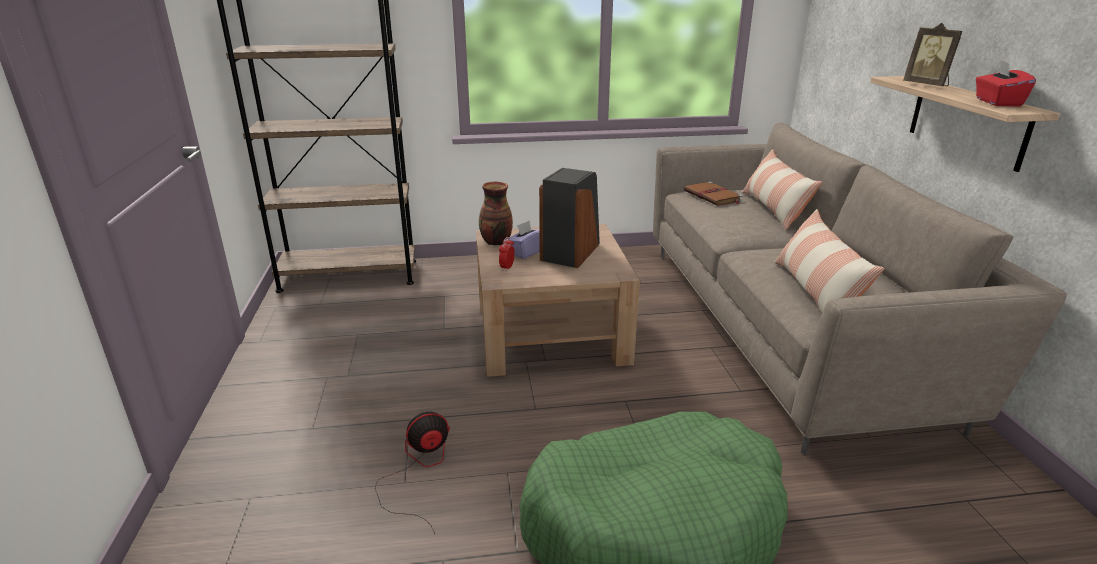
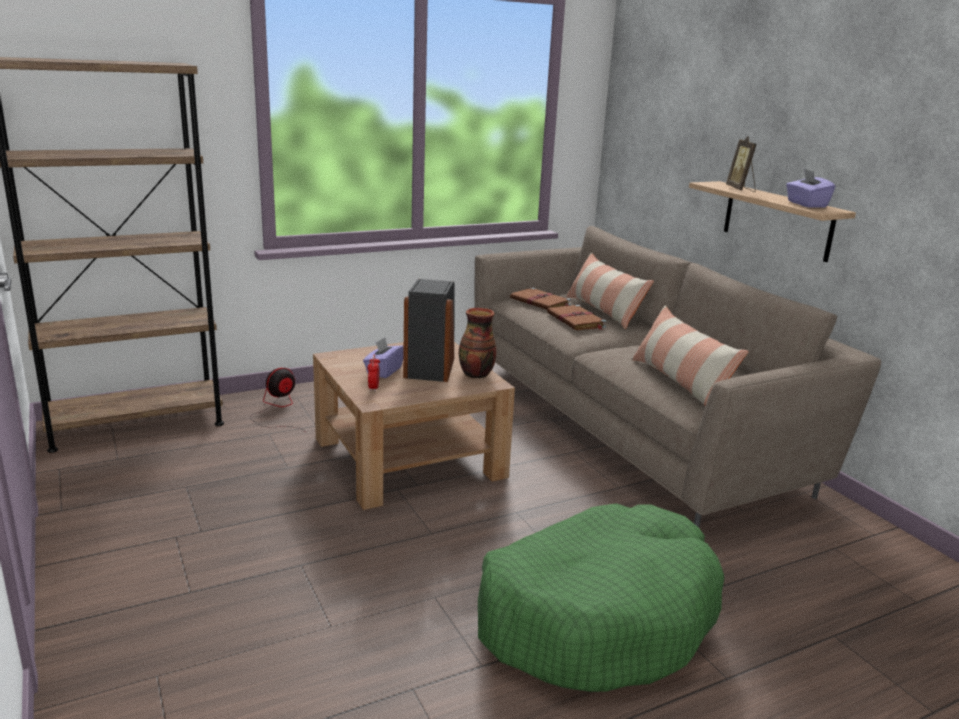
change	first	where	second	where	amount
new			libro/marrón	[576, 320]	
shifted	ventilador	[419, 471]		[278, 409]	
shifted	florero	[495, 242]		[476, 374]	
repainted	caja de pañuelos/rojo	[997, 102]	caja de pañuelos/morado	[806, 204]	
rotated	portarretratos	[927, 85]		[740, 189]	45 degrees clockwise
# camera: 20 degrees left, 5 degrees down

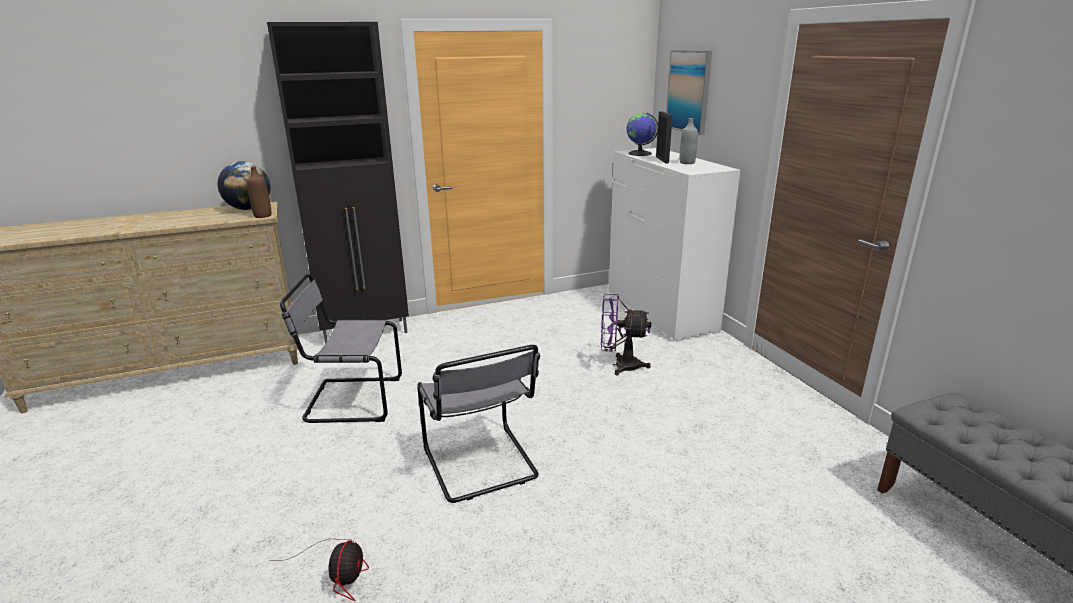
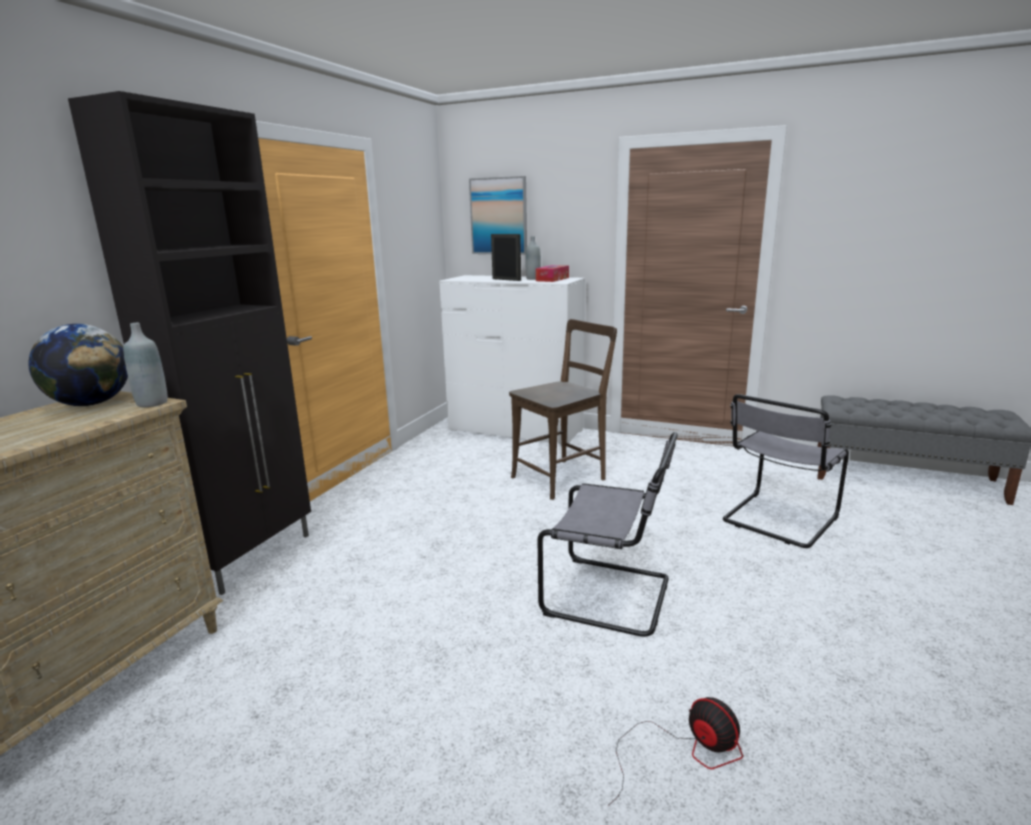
change	first	where	second	where	amount
gone	globo terráqueo	[640, 154]			
new			caja de pañuelos	[552, 279]	
shifted	silla/gris	[350, 400]		[777, 520]	
swapped	ventilador/morado	[620, 365]	silla/marrón	[562, 477]	
repainted	botella/marrón	[262, 216]	botella/gris	[152, 403]	
# camera: 45 degrees left, 5 degrees down

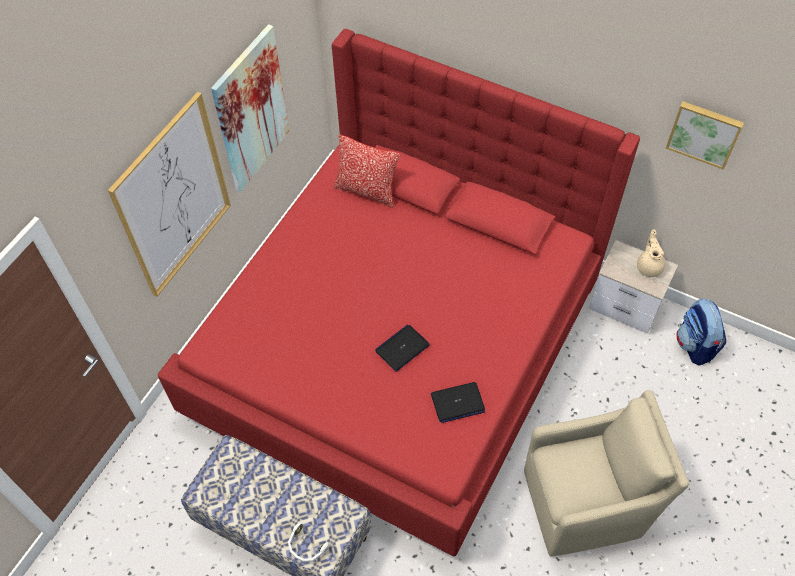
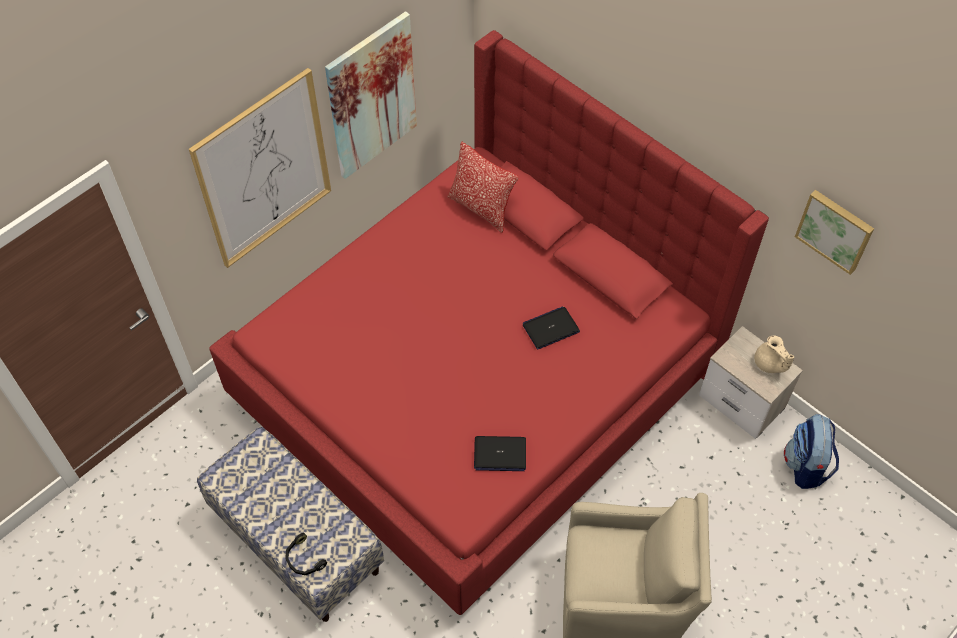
change	first	where	second	where	amount
shifted	portátil	[402, 348]		[551, 328]	
repainted	auriculares/blanco	[306, 547]	auriculares/negro	[303, 559]	
rotated	tetera/beis	[649, 266]		[769, 364]	135 degrees clockwise
# camera: 15 degrees right, 0 degrees up

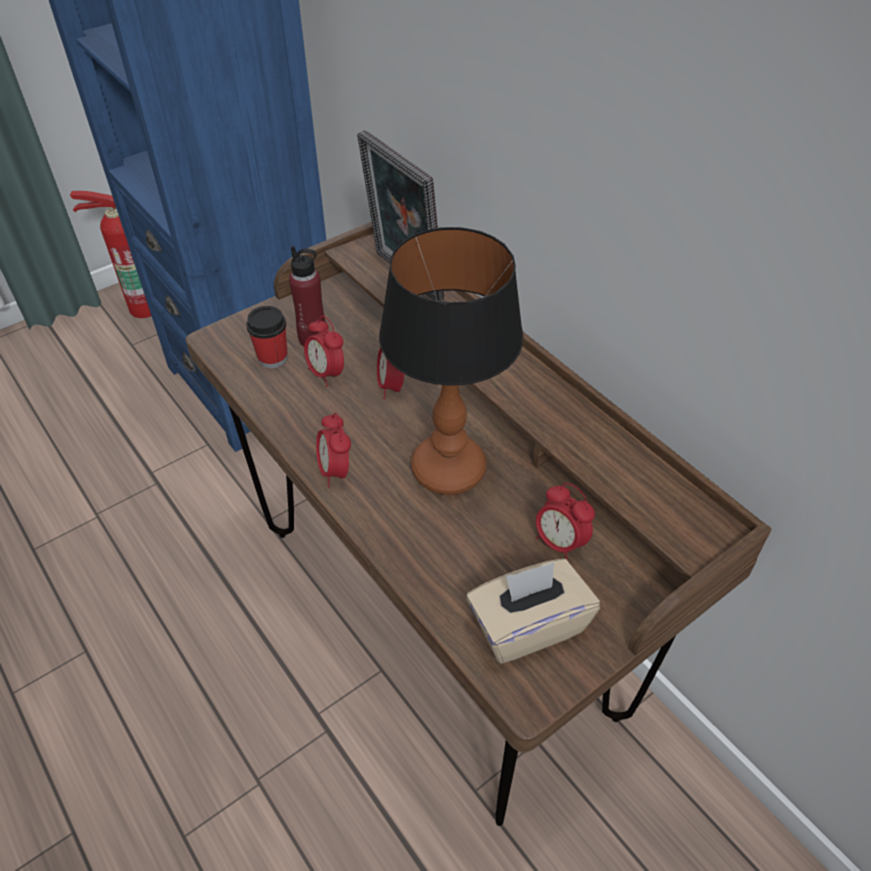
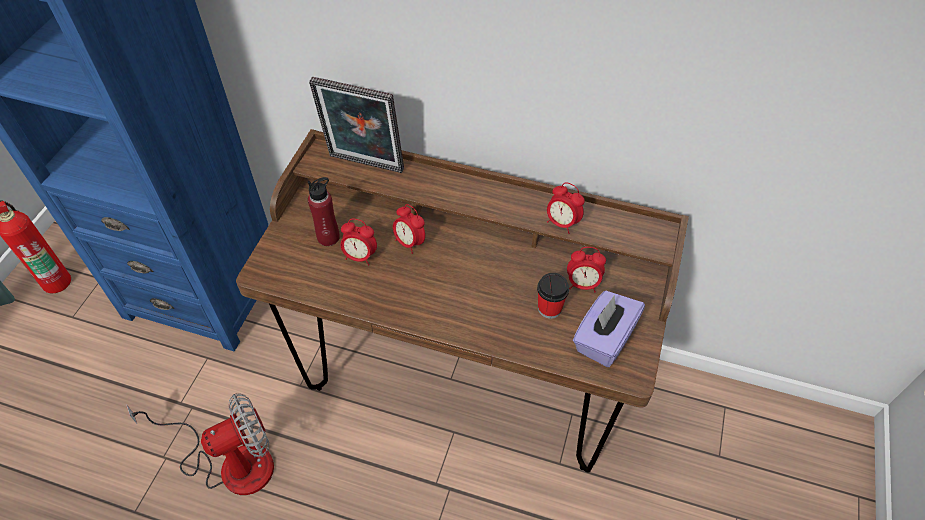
change	first	where	second	where	amount
gone	lámpara de mesa	[449, 468]			
new			ventilador	[230, 462]	
shifted	taza	[273, 358]		[549, 308]	
shifted	despertador	[335, 471]		[562, 223]	
repainted	caja de pañuelos/beis	[527, 625]	caja de pañuelos/morado	[604, 339]	
# camera: 35 degrees left, 5 degrees up

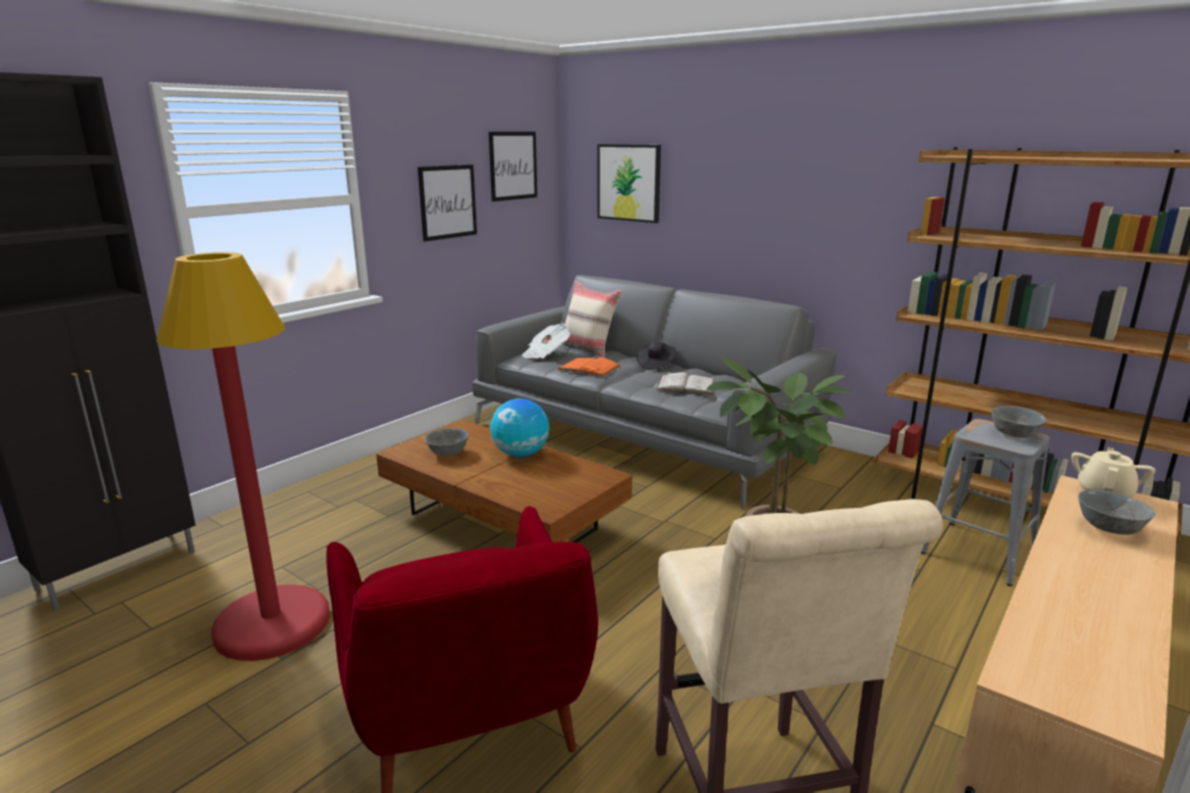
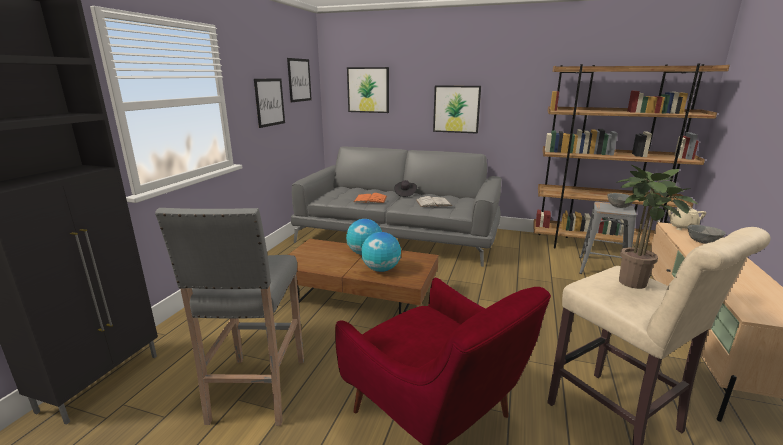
change	first	where	second	where	amount
gone	cuenco/gris	[447, 453]			
gone	periódico	[545, 354]			
gone	cojín/beis	[589, 348]			
new			globo terráqueo	[381, 269]	
new			cuadro	[456, 109]	
swapped	lámpara de pie/rojo	[272, 624]	taburete/gris	[257, 391]	
# camera: 20 degrees left, 0 degrees up

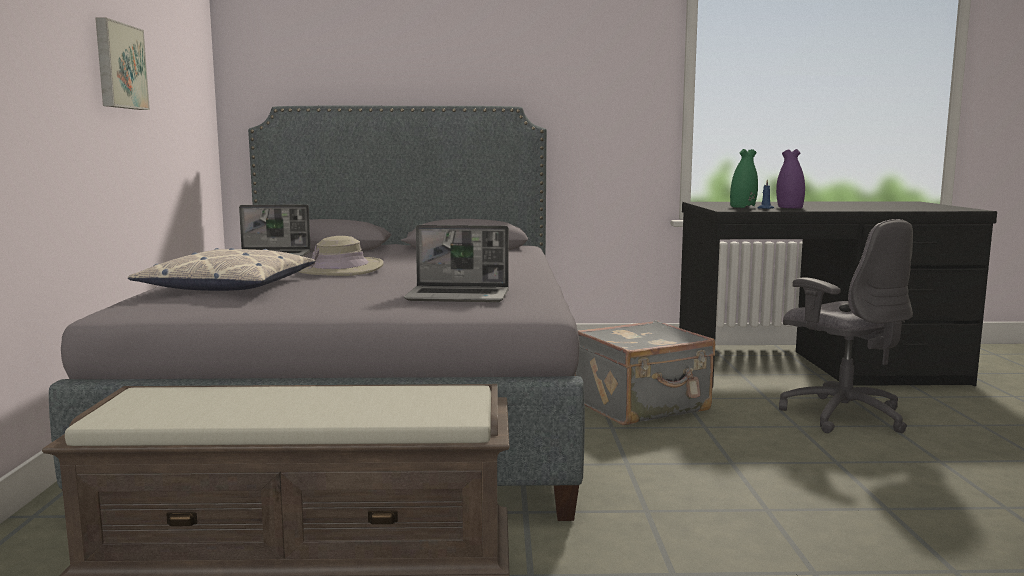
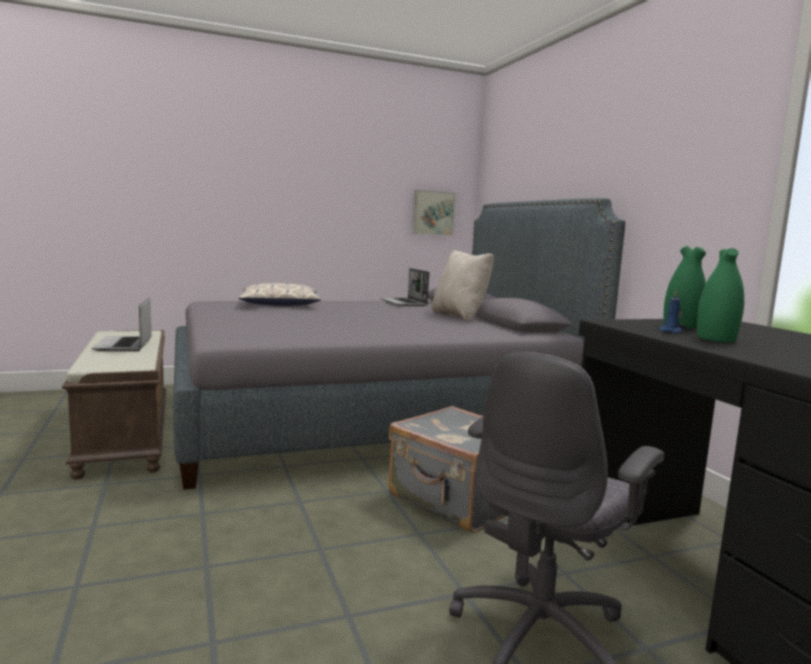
change	first	where	second	where	amount
gone	sombrero/beis	[340, 270]			
new			cojín/beis	[459, 316]	
shifted	cuadro	[119, 66]		[432, 213]	
shifted	portátil	[459, 296]		[124, 345]	
repainted	florero/morado	[789, 207]	florero/verde	[716, 339]	
# camera: 70 degrees right, 0 degrees up

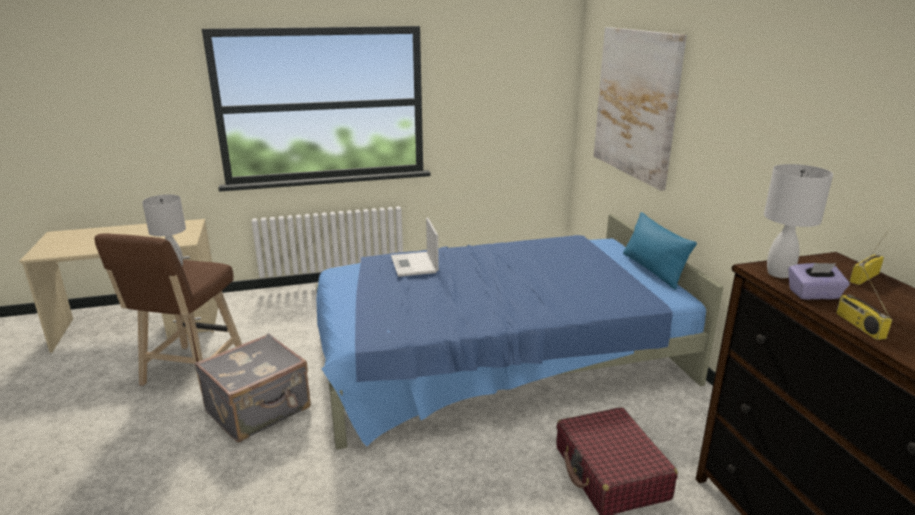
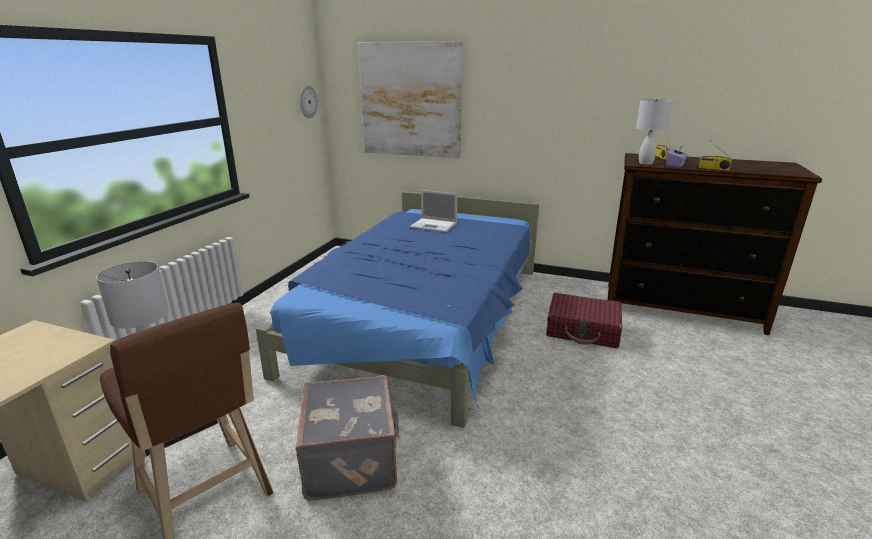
change	first	where	second	where	amount
gone	cojín/azul	[652, 270]			
new			reloj de pared	[307, 102]	
shifted	portátil	[414, 265]		[434, 225]	
# camera: 55 degrees left, 0 degrees up

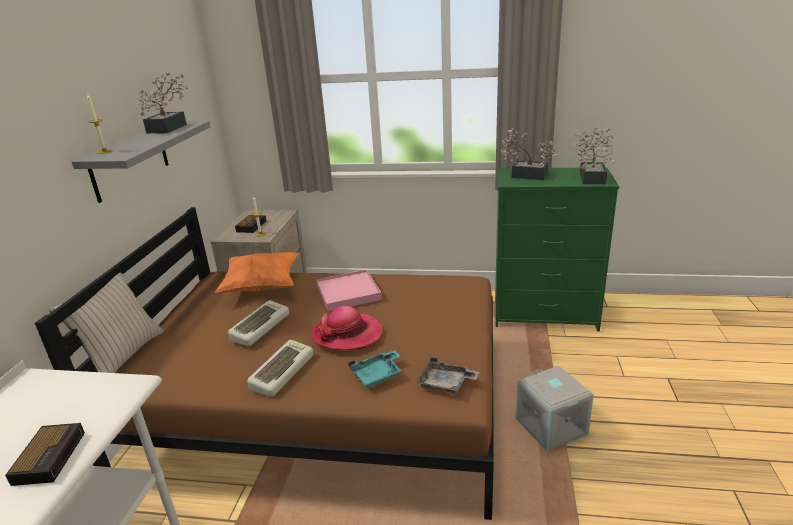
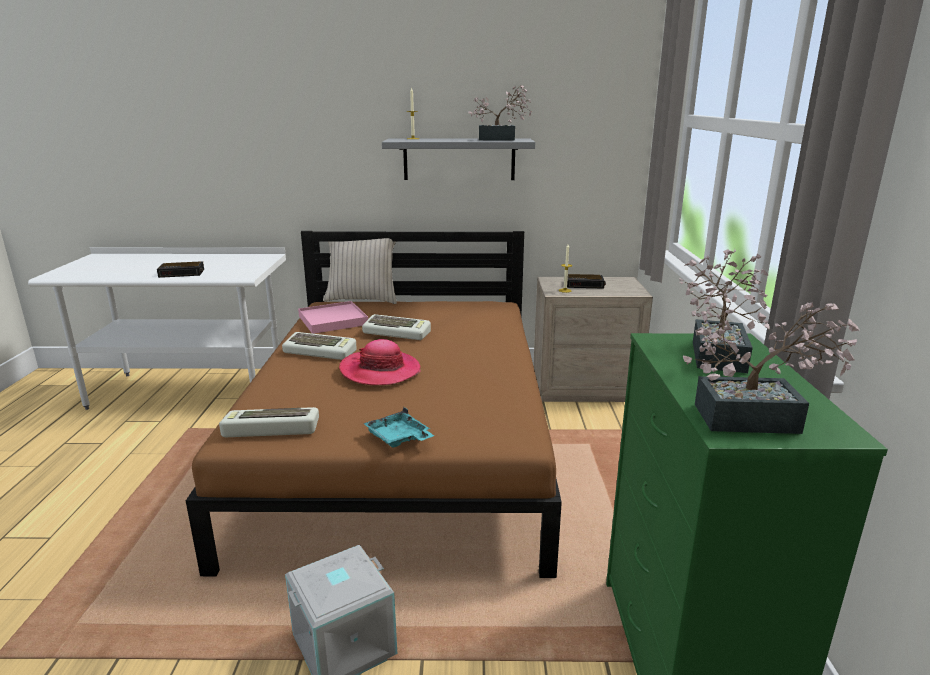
change	first	where	second	where	amount
gone	cojín/naranja	[262, 286]			
shifted	bandeja/rosa	[348, 293]		[333, 320]	
shifted	bandeja/turquesa	[377, 375]		[399, 438]	
swapped	bandeja/gris	[446, 384]	teclado	[270, 429]	
# camera: 80 degrees right, 5 degrees down

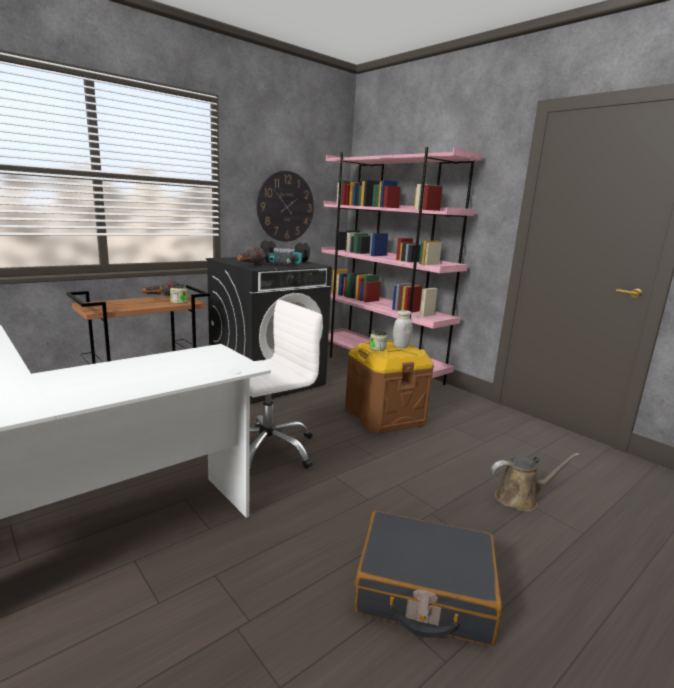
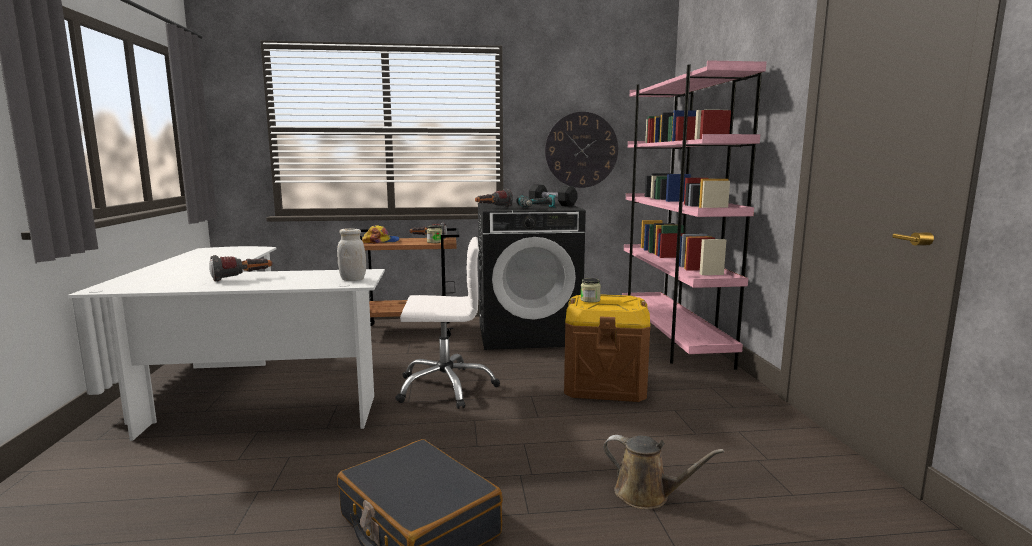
change	first	where	second	where	amount
new			linterna	[242, 278]	
new			gorra	[381, 241]	
shifted	tarro/blanco	[401, 346]		[353, 279]	
# camera: 35 degrees right, 5 degrees down

